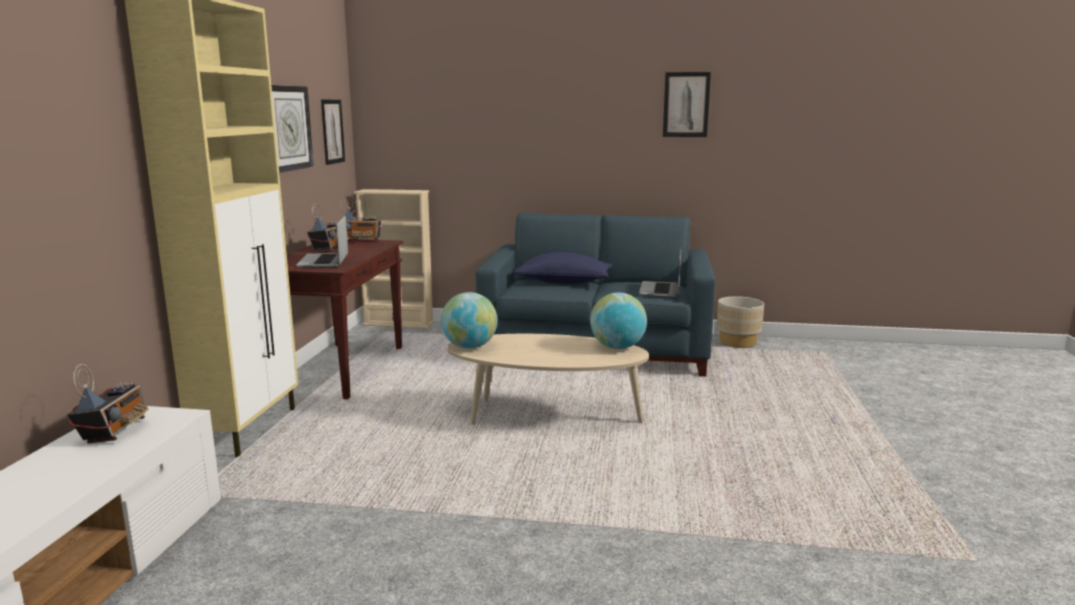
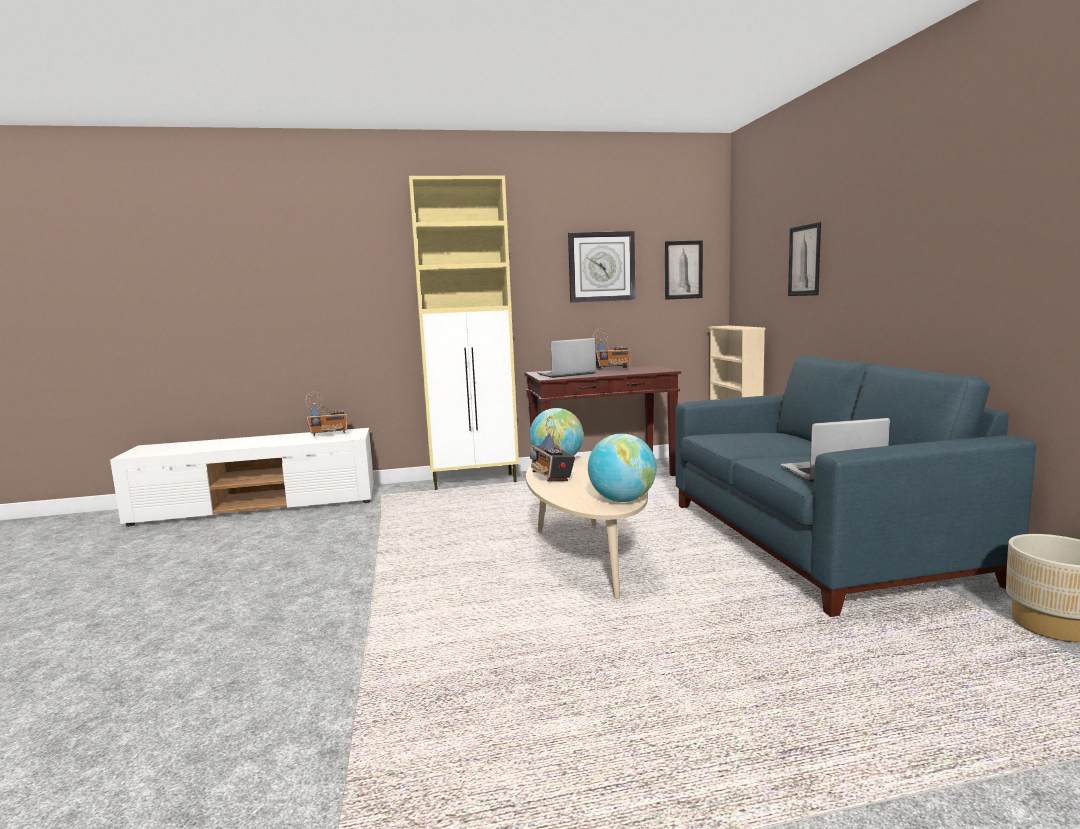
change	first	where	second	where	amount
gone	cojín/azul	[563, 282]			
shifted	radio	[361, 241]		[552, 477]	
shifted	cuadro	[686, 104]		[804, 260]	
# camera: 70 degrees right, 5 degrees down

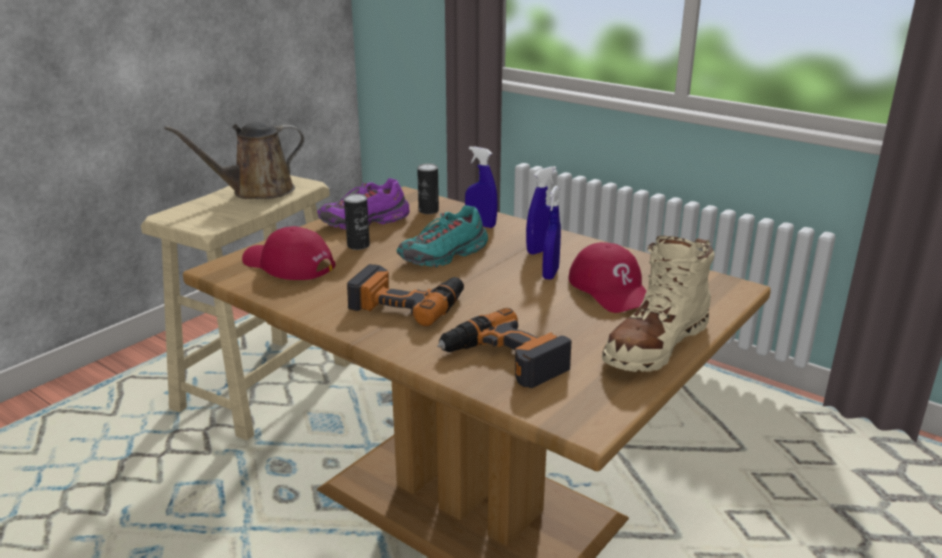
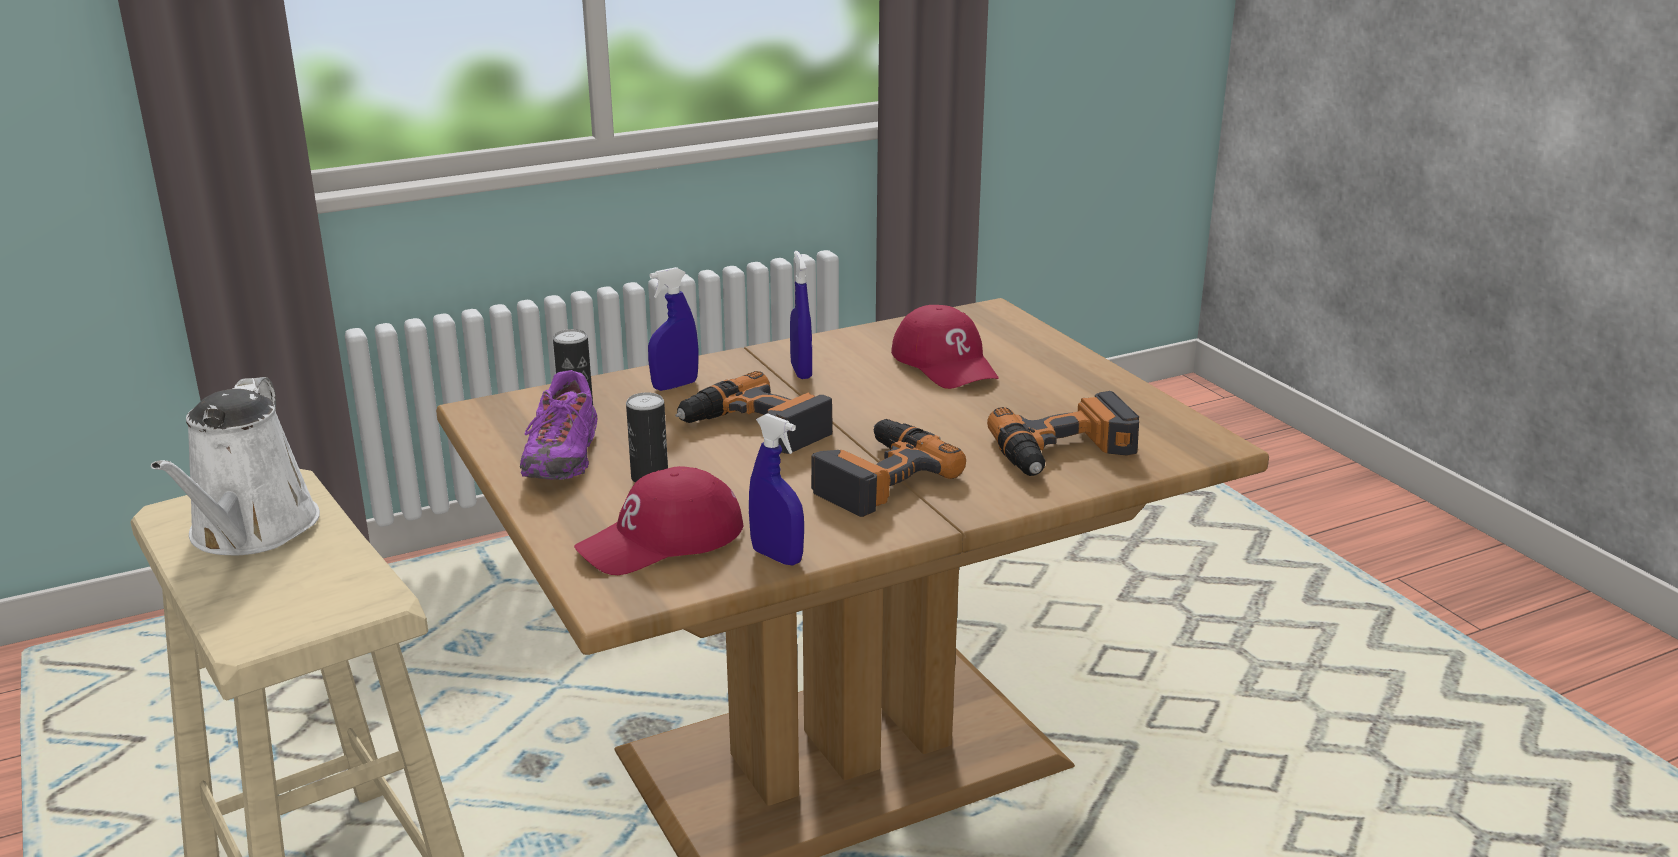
change	first	where	second	where	amount
gone	bota/beis	[655, 345]			
shifted	pulverizador/azul	[550, 274]		[777, 556]	
swapped	zapato/turquesa	[444, 256]	taladro	[755, 428]	
repainted	regadera/marrón	[257, 191]	regadera/blanco	[250, 532]	
rotated	gorra/rojo	[611, 289]		[945, 363]	60 degrees clockwise
# camera: 65 degrees left, 0 degrees up

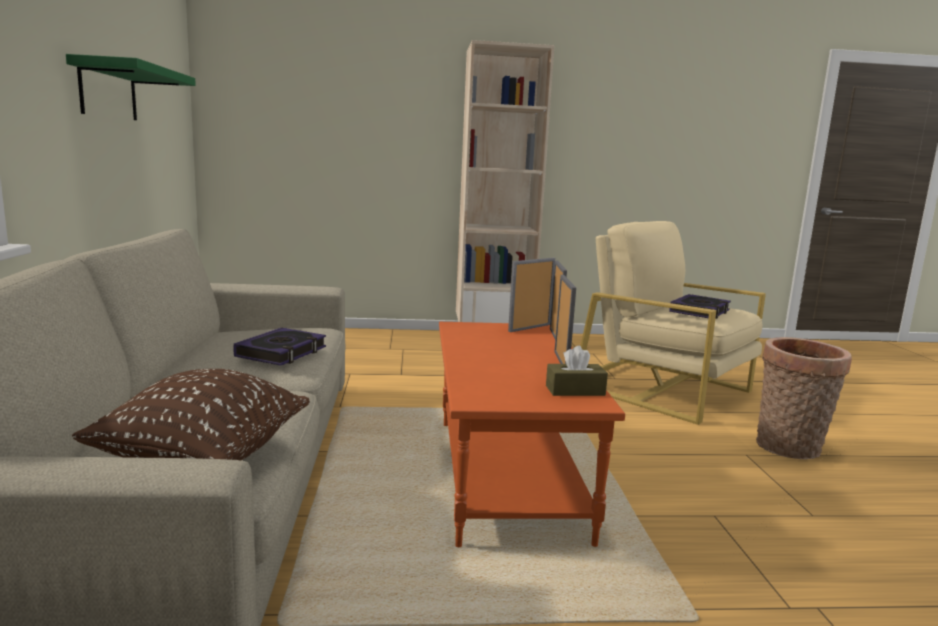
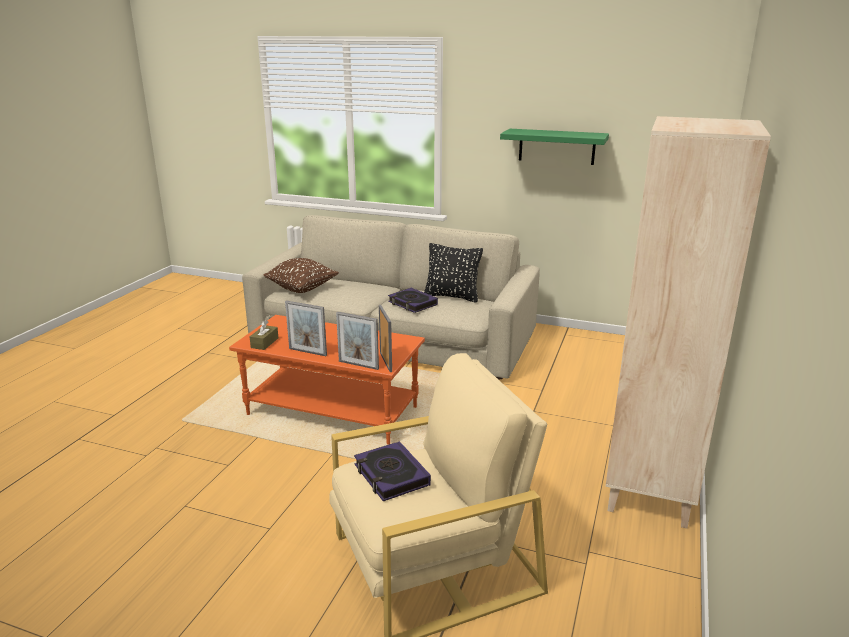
change	first	where	second	where	amount
gone	cesta	[790, 449]			
new			cojín/negro	[452, 296]	
# camera: 115 degrees right, 10 degrees up

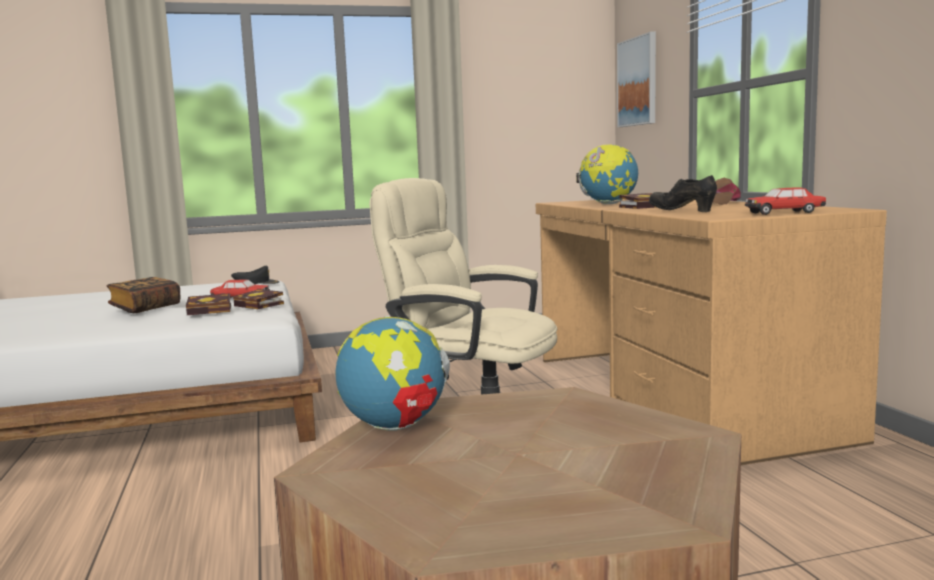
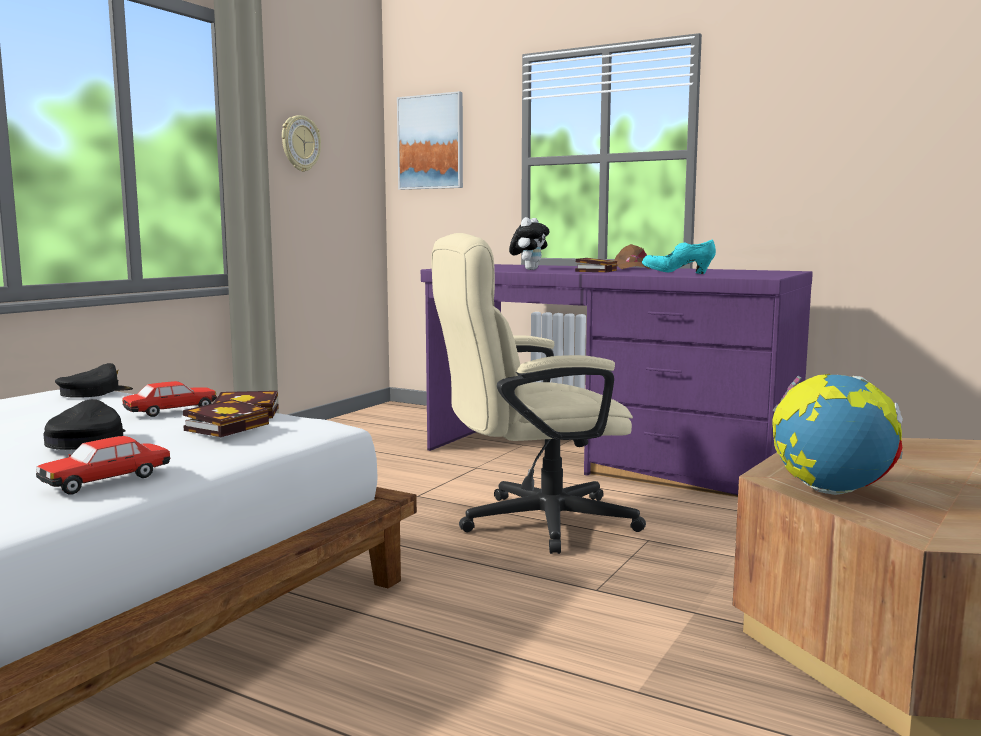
change	first	where	second	where	amount
new			reloj de pared	[300, 143]	
shifted	coche de juguete	[784, 213]		[106, 480]	
swapped	libro	[145, 308]	gorra/negro	[86, 440]	
swapped	globo terráqueo	[608, 204]	peluche	[529, 269]	
repainted	escritorio/marrón	[673, 395]	escritorio/morado	[607, 456]	
repainted	zapato/negro	[682, 211]	zapato/turquesa	[677, 273]	
# camera: 45 degrees left, 0 degrees up

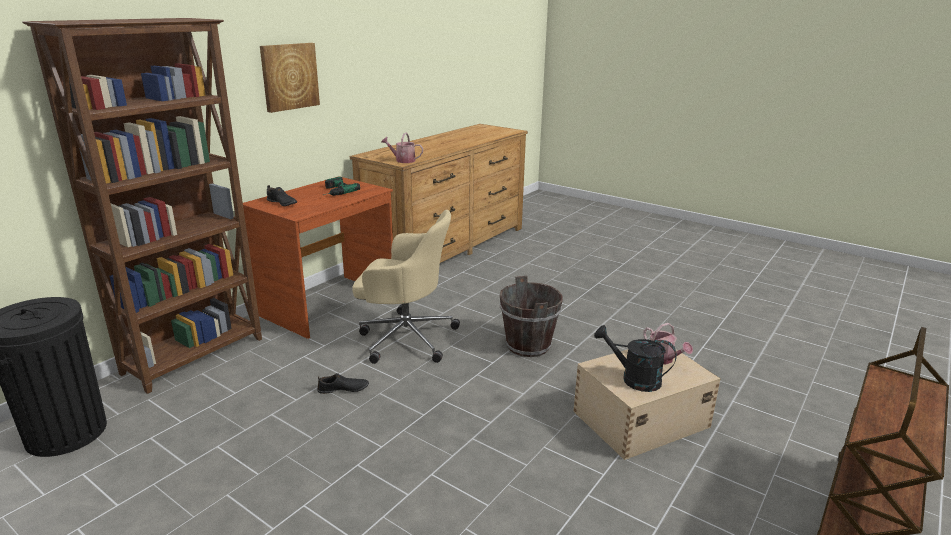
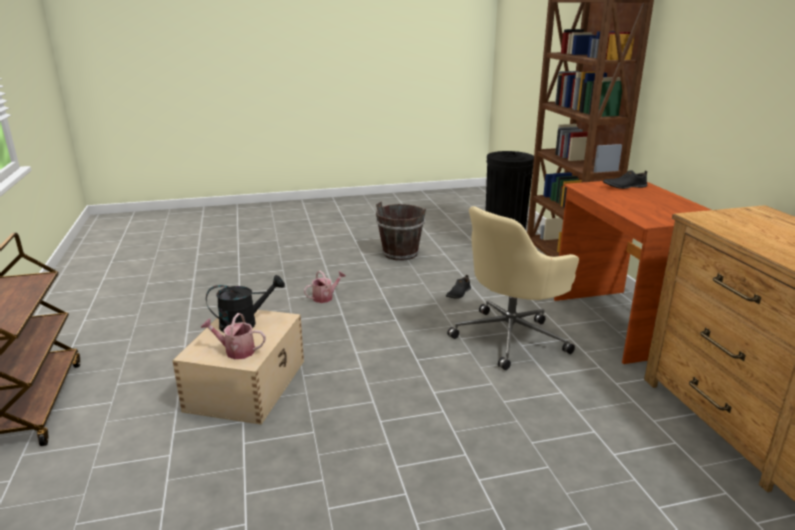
change	first	where	second	where	amount
gone	cuadro	[289, 76]			
gone	taladro	[333, 191]			
shifted	regadera	[402, 160]		[325, 297]	
shifted	cubo/marrón	[528, 346]		[400, 254]	
# camera: 130 degrees right, 0 degrees up

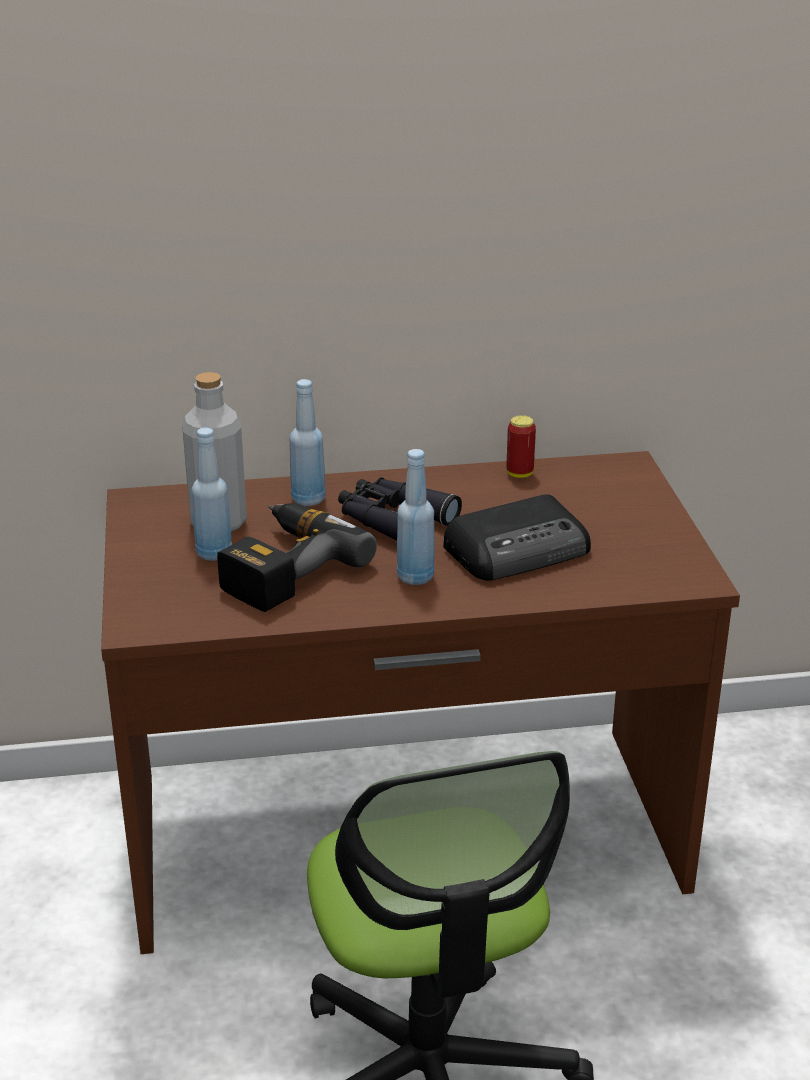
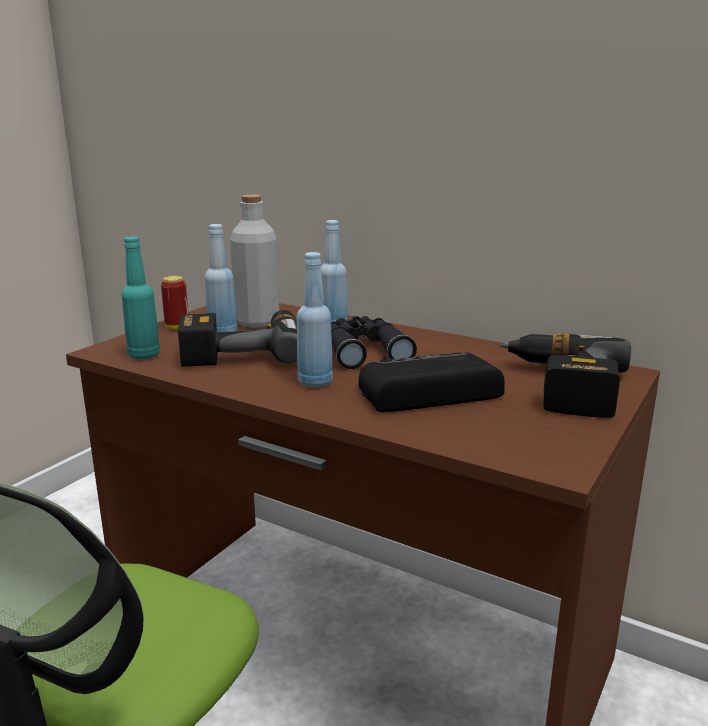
change	first	where	second	where	amount
new			botella/turquesa	[144, 355]	
new			taladro	[560, 387]	
shifted	lata	[519, 474]		[177, 327]	
rotated	radio	[520, 550]		[426, 393]	150 degrees clockwise
# camera: 40 degrees right, 10 degrees down

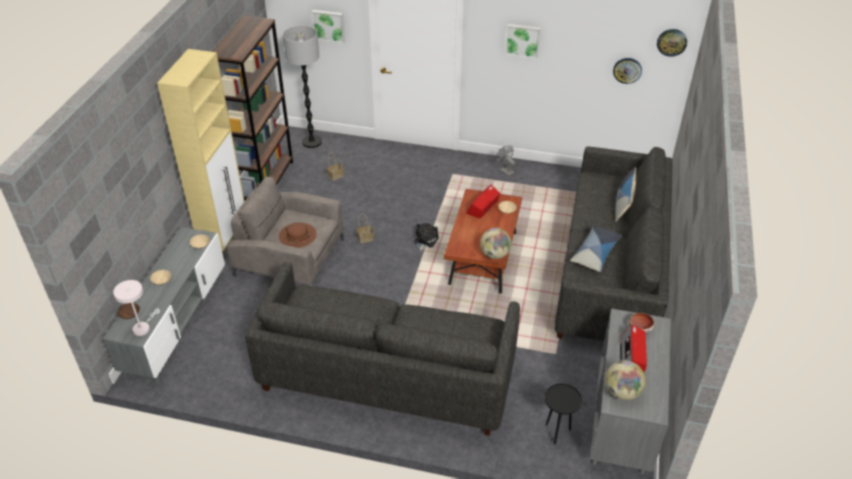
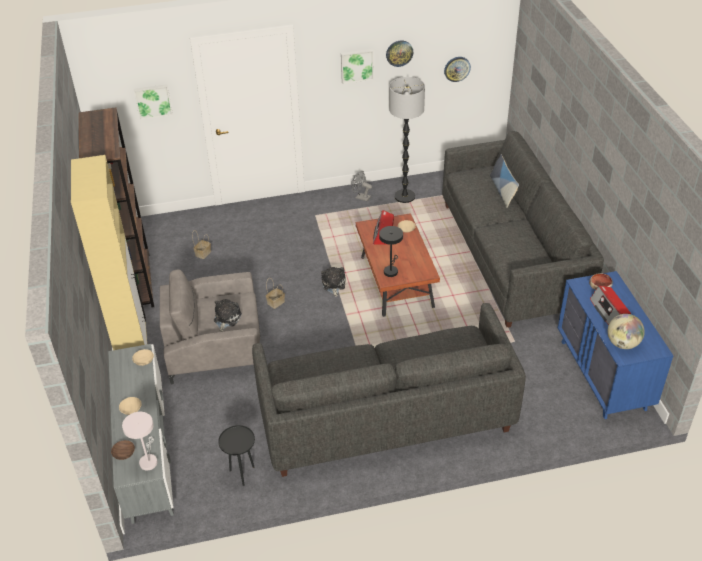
change	first	where	second	where	amount
gone	globo terráqueo	[494, 255]			
gone	cojín	[596, 253]			
new			lámpara de mesa/negro	[391, 270]	
shifted	lámpara de pie	[312, 142]		[405, 197]	
shifted	mesa auxiliar/negro	[557, 432]		[242, 474]	
shifted	reloj de pared	[671, 42]		[399, 53]	
swapped	sombrero/marrón	[297, 235]	peluche	[226, 319]	
repainted	cómoda/gris	[622, 421]	cómoda/azul	[603, 375]	
# camera: 25 degrees left, 0 degrees up

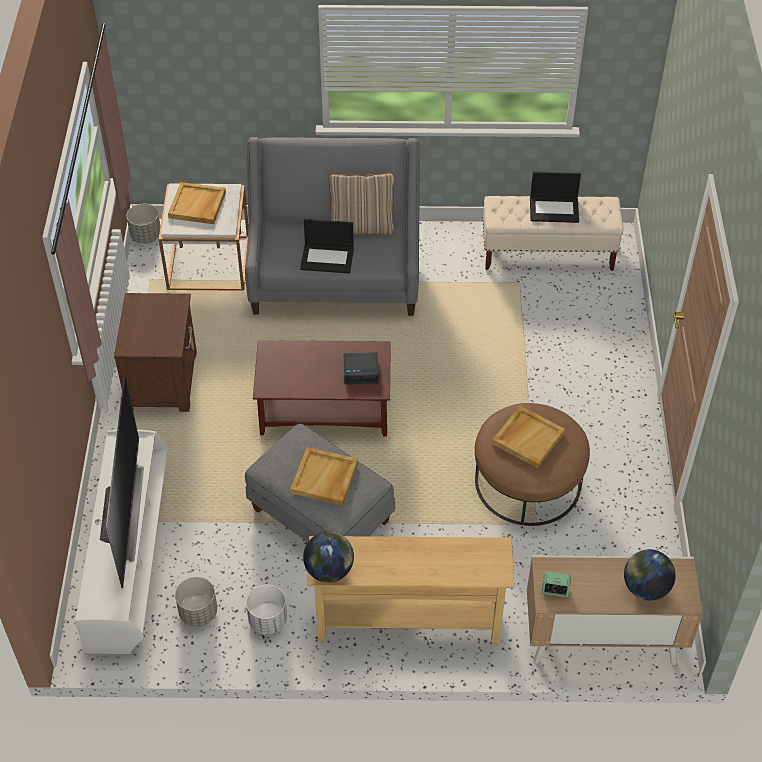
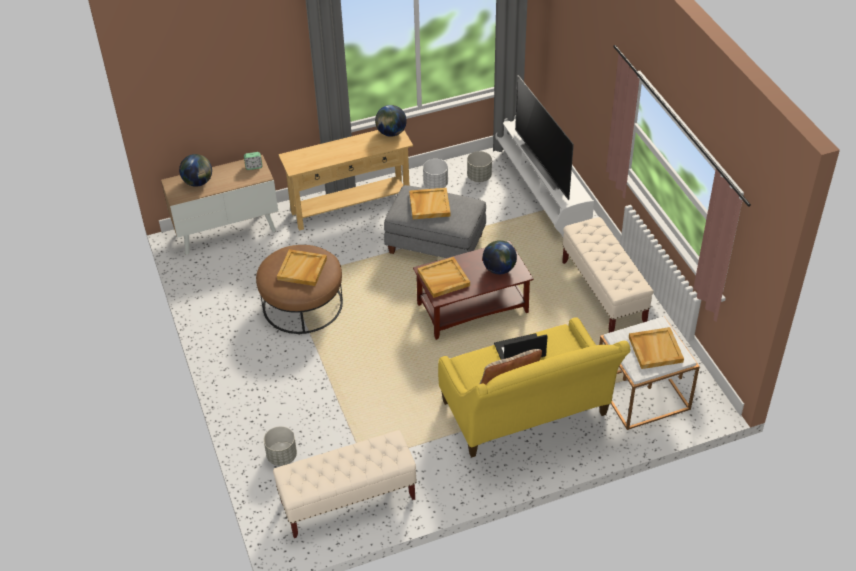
change	first	where	second	where	amount
gone	portátil	[554, 209]			
new			globo terráqueo	[499, 269]	
shifted	maceta/gris	[146, 236]		[281, 456]	
swapped	mesita de noche/marrón	[163, 380]	banco/beis	[603, 293]	
swapped	despertador	[361, 371]	bandeja/beis	[443, 279]	
repainted	sofá/gris	[335, 277]	sofá/amarillo	[527, 414]	
# camera: 160 degrees right, 5 degrees down

